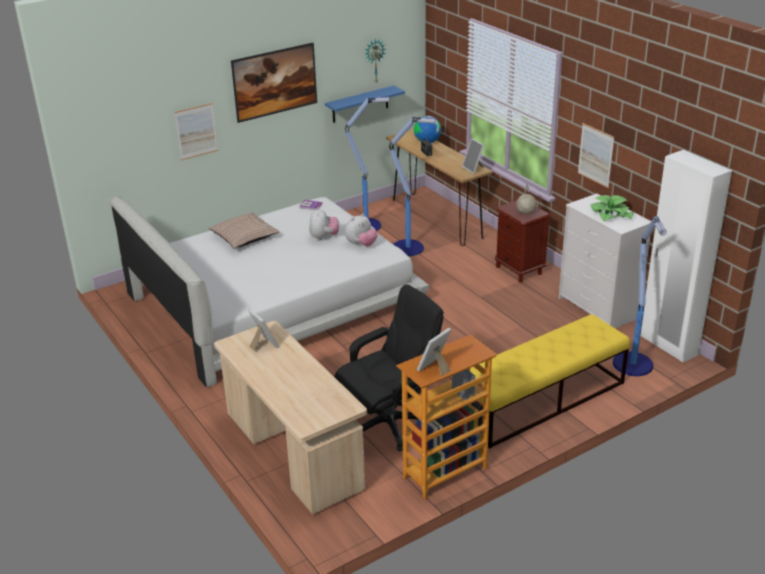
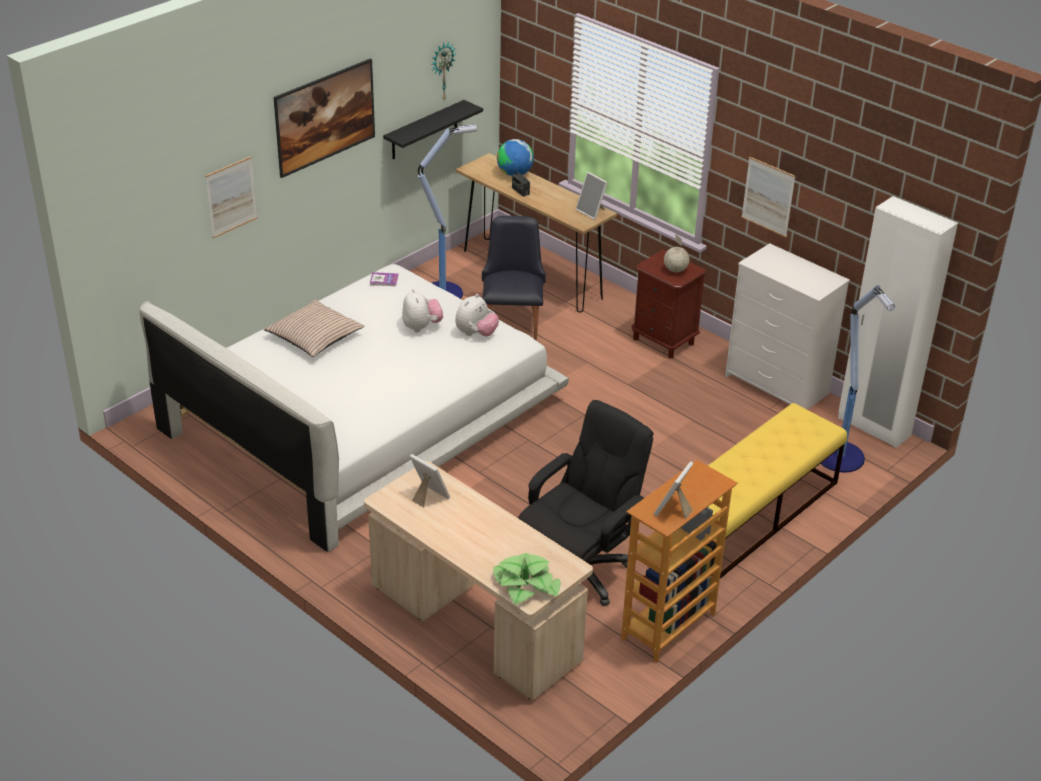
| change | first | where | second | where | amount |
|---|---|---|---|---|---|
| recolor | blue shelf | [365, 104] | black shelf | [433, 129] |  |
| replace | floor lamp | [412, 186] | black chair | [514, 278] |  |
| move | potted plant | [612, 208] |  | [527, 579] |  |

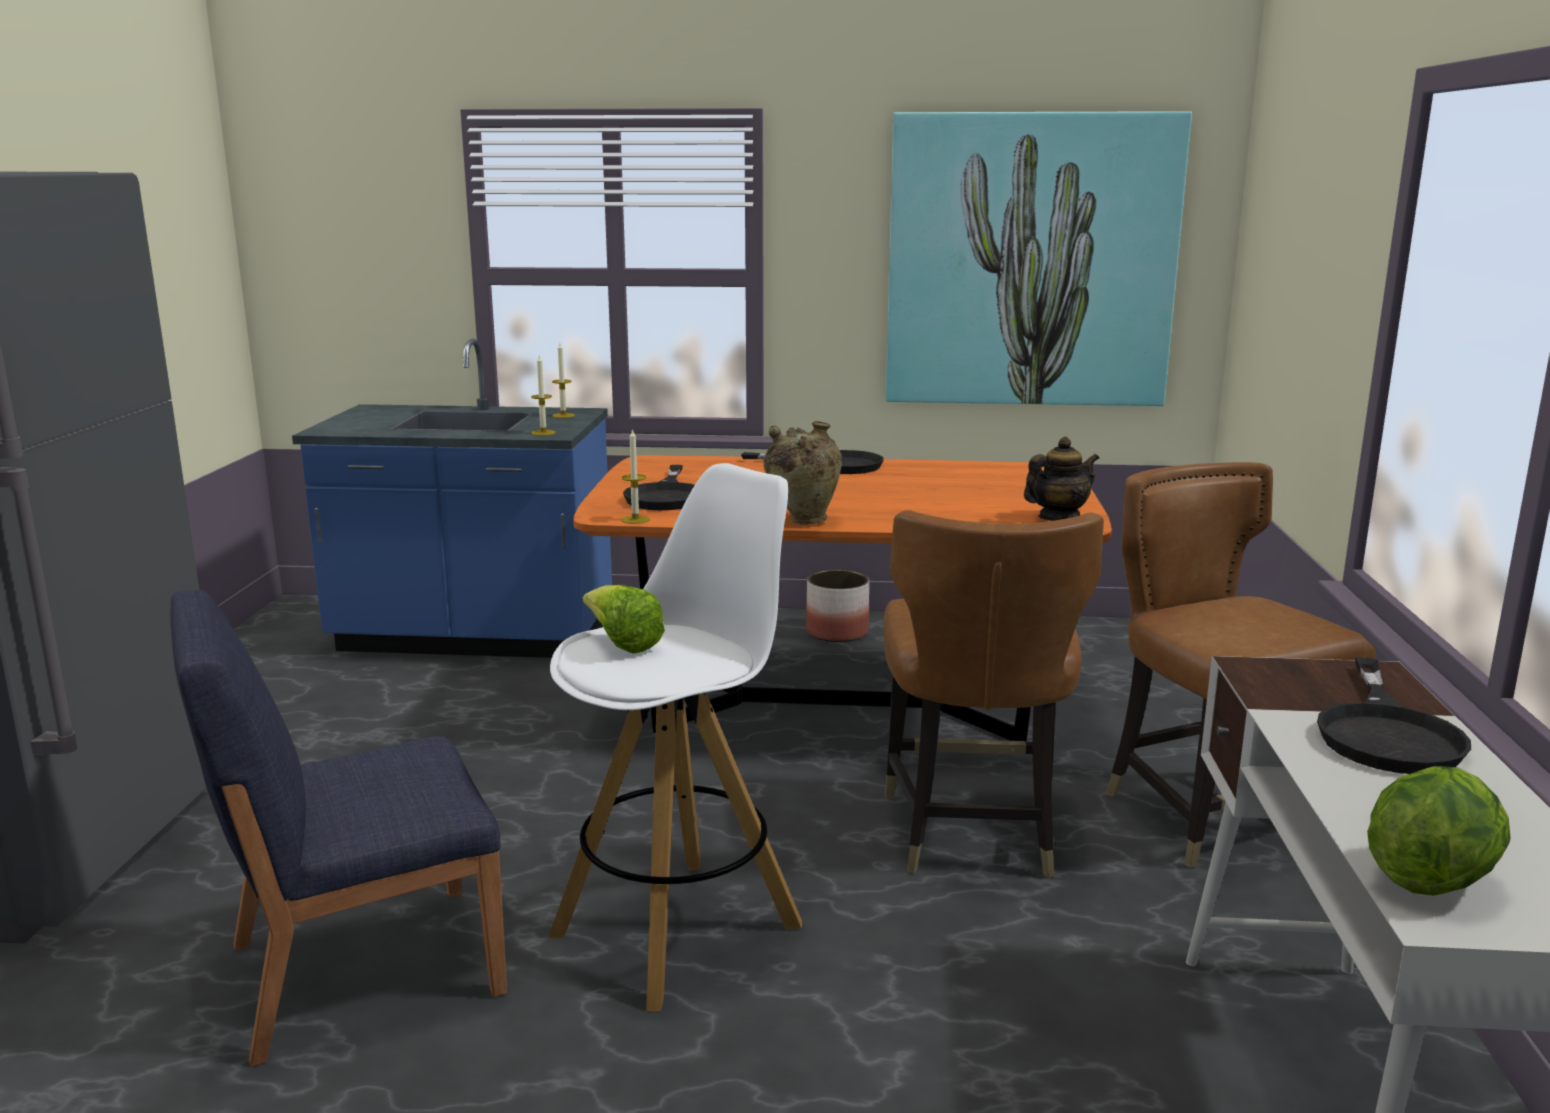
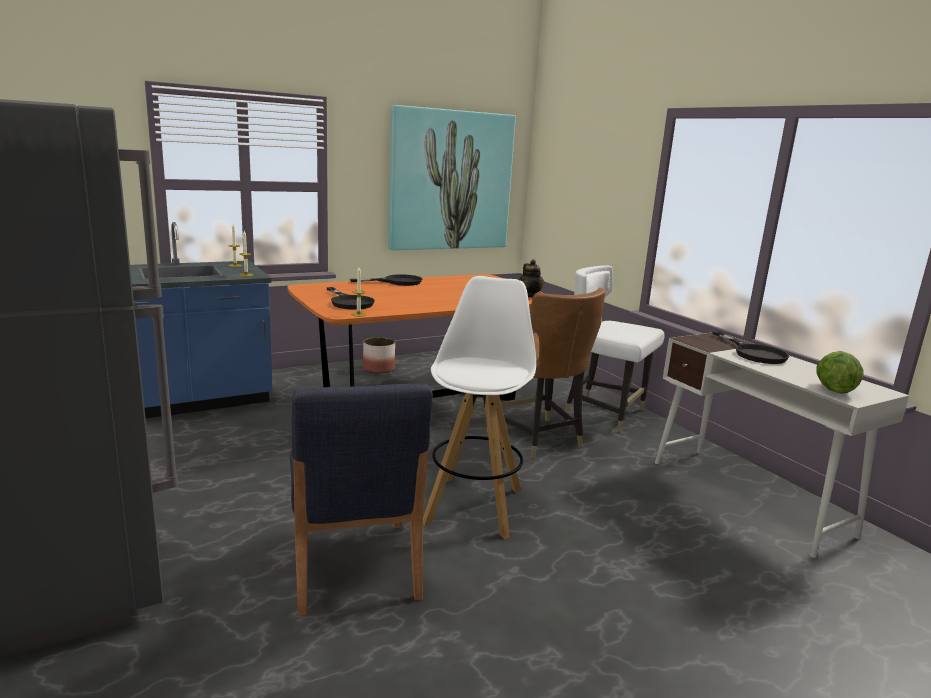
| change | first | where | second | where | amount |
|---|---|---|---|---|---|
| rotate | blue chair | [339, 828] |  | [361, 499] | 45 degrees counterclockwise |
| rotate | teapot | [1061, 479] |  | [531, 278] | 135 degrees clockwise |
| recolor | brown chair | [1240, 665] | white chair | [614, 348] |  |
| delete | lettuce | [624, 619] |  |  |  |
| delete | beige vase | [803, 473] |  |  |  |

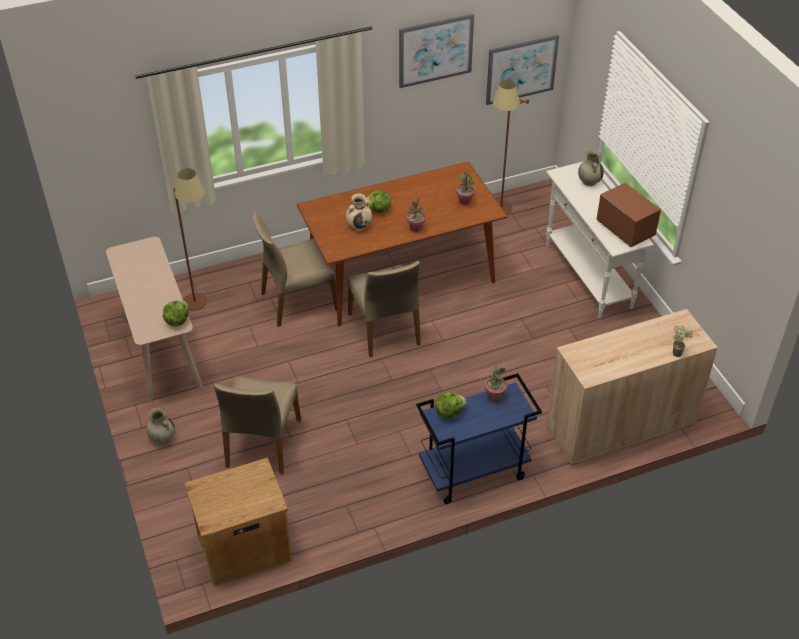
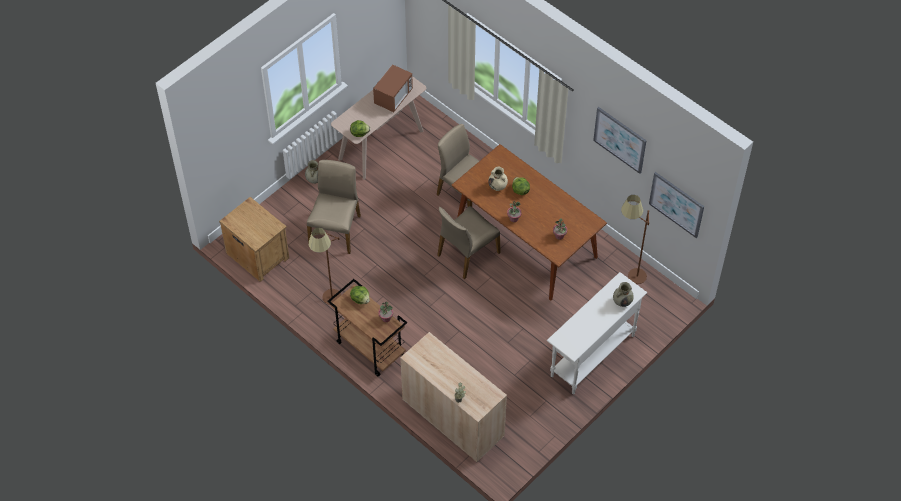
| change | first | where | second | where | amount |
|---|---|---|---|---|---|
| rotate | beige chair | [257, 425] |  | [334, 207] | 120 degrees clockwise |
| move | brown floor lamp | [190, 239] |  | [325, 266] |  |
| recolor | blue cart | [479, 438] | brown cart | [367, 327] |  |
| move | microwave | [628, 215] |  | [393, 88] |  |

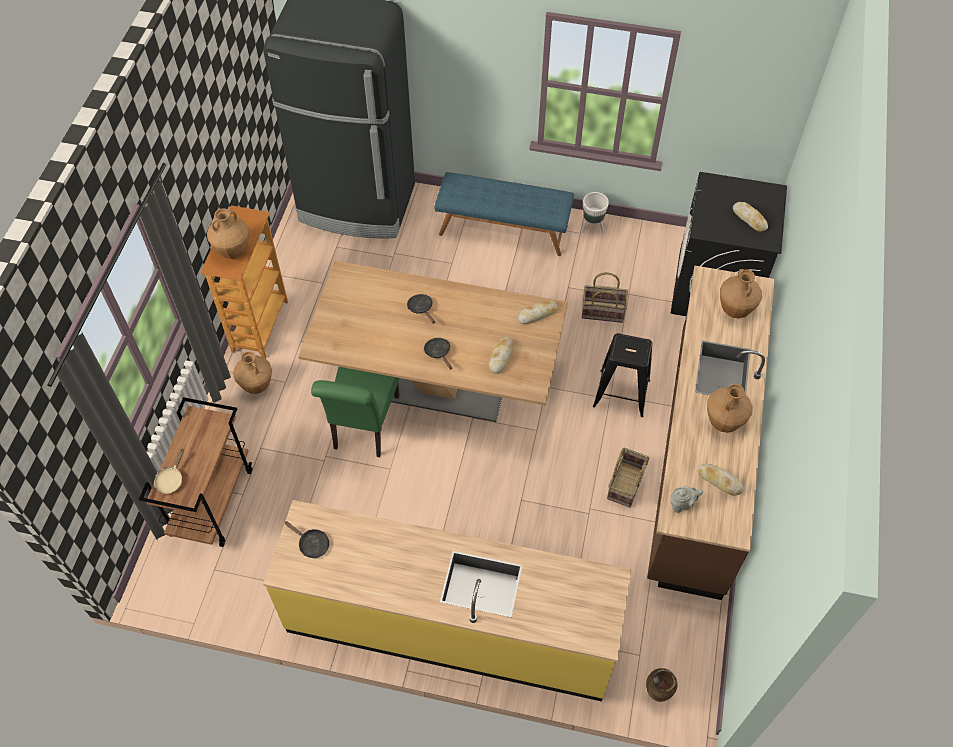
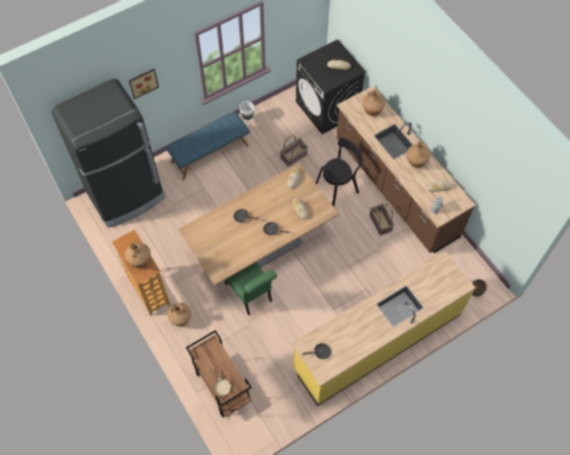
| change | first | where | second | where | amount |
|---|---|---|---|---|---|
| insert |  |  | picture | [144, 84] |  |
| replace | black stool | [622, 375] | black chair | [339, 172] |  |

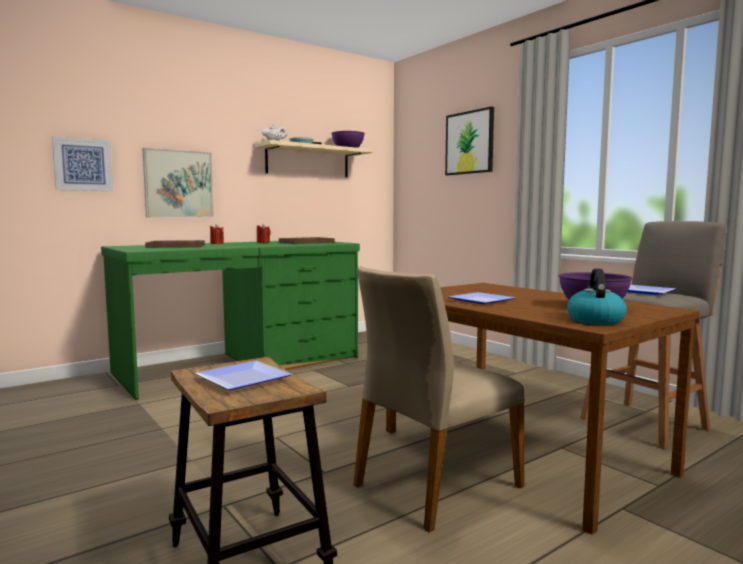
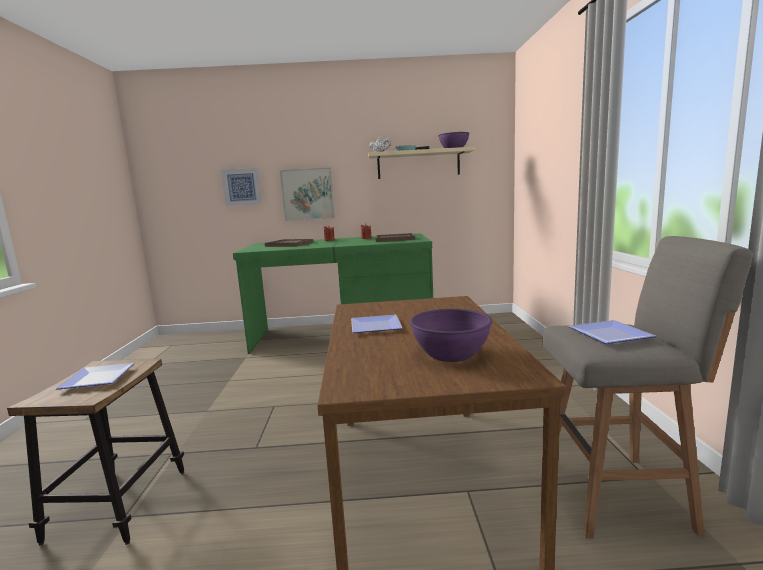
| change | first | where | second | where | amount |
|---|---|---|---|---|---|
| delete | beige chair | [439, 399] |  |  |  |
| delete | picture | [469, 140] |  |  |  |
| delete | kettle | [597, 297] |  |  |  |

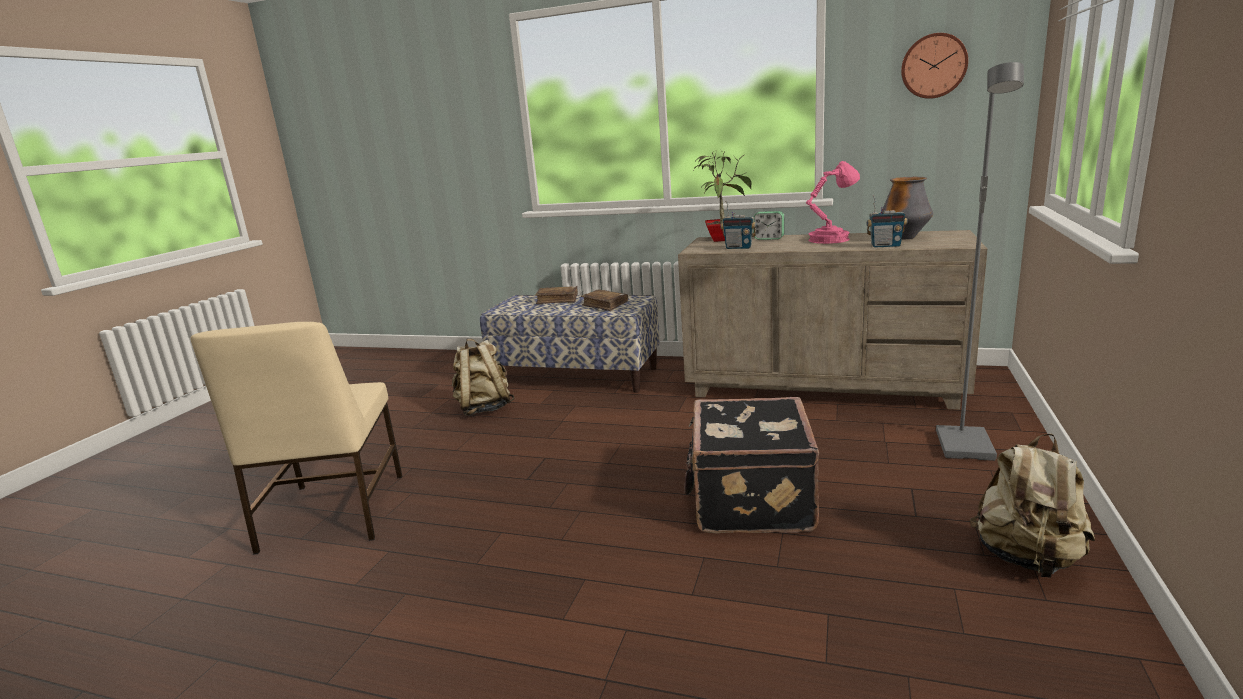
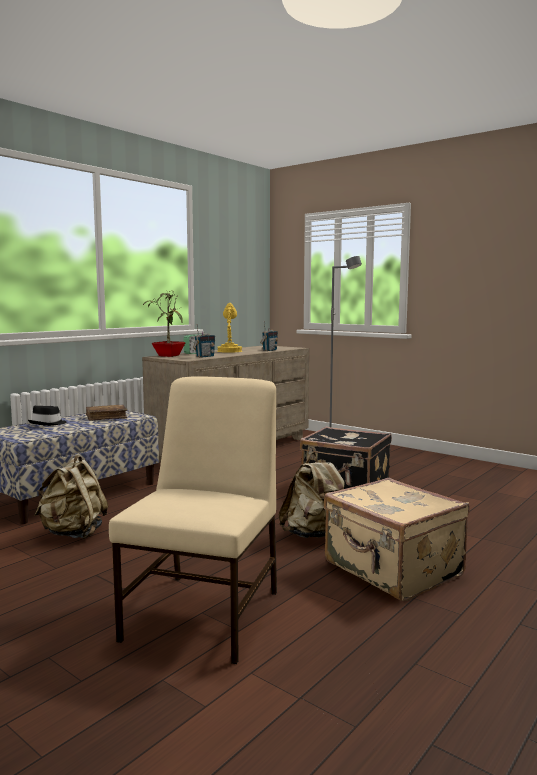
| change | first | where | second | where | amount |
|---|---|---|---|---|---|
| replace | brown book | [556, 295] | black hat | [47, 416] |  |
| rotate | beige chair | [296, 438] |  | [193, 520] | 90 degrees counterclockwise |
| recolor | pink table lamp | [833, 202] | yellow table lamp | [229, 328] |  |
| move | beige backpack | [1032, 505] |  | [312, 495] |  |
| insert |  |  | beige suitcase | [396, 539] |  |
| delete | vase | [906, 208] |  |  |  |
| delete | wall clock | [934, 66] |  |  |  |

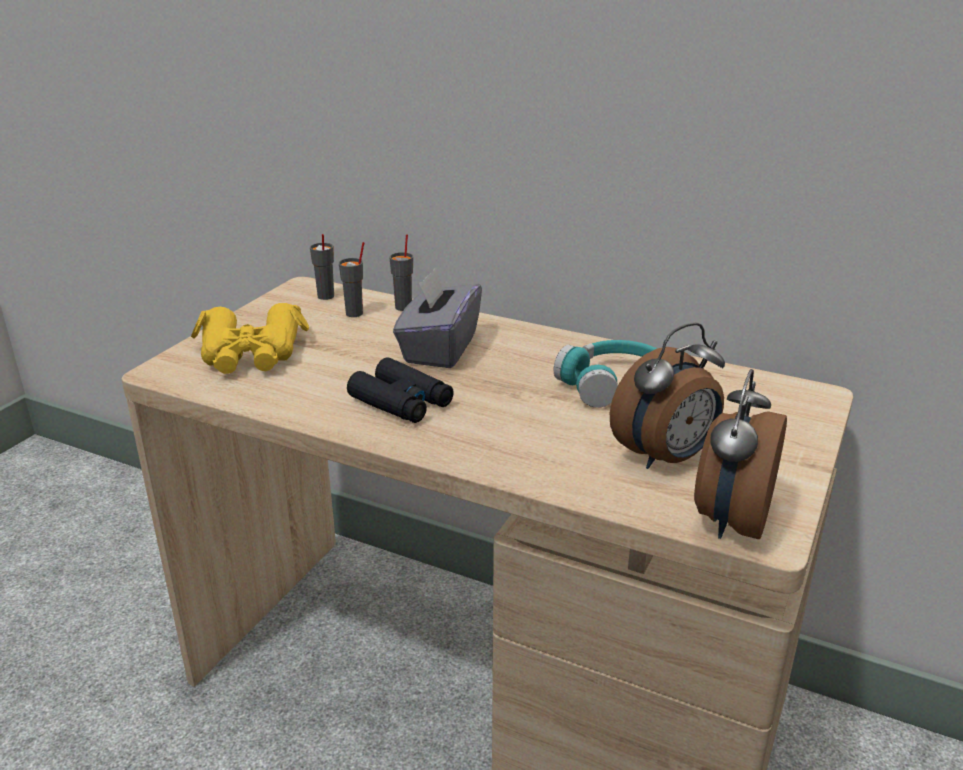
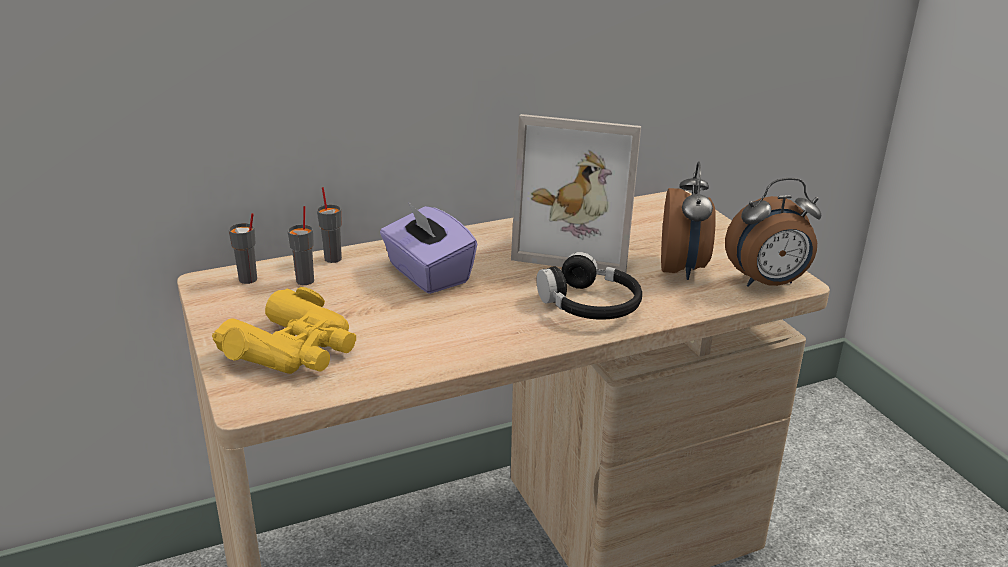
| change | first | where | second | where | amount |
|---|---|---|---|---|---|
| recolor | grey tissue box | [437, 317] | purple tissue box | [428, 248] |  |
| replace | turquoise headphones | [605, 374] | picture frame | [576, 193] |  |
| insert |  |  | black headphones | [589, 286] |  |
| rotate | alarm clock | [740, 454] |  | [773, 232] | 75 degrees counterclockwise |
| delete | black binoculars | [400, 390] |  |  |  |

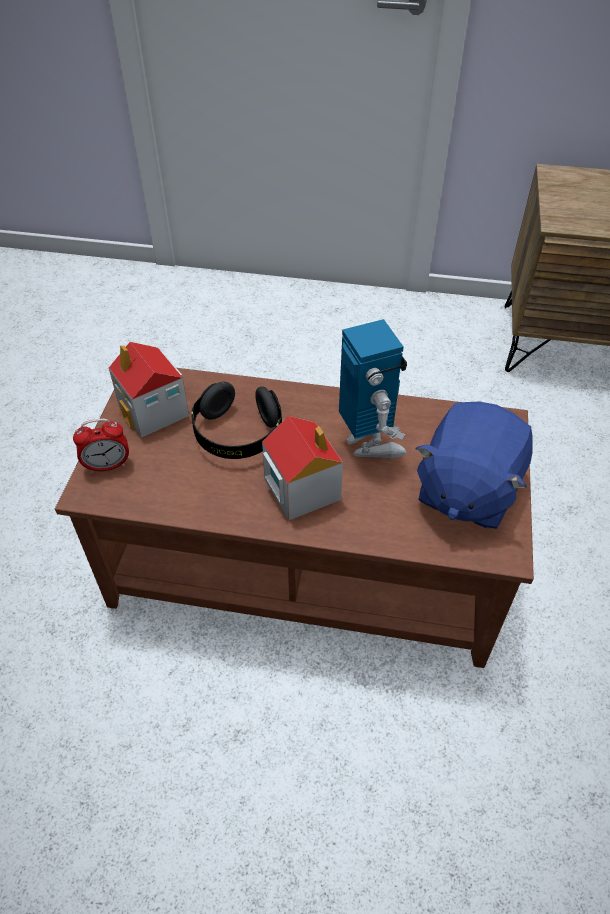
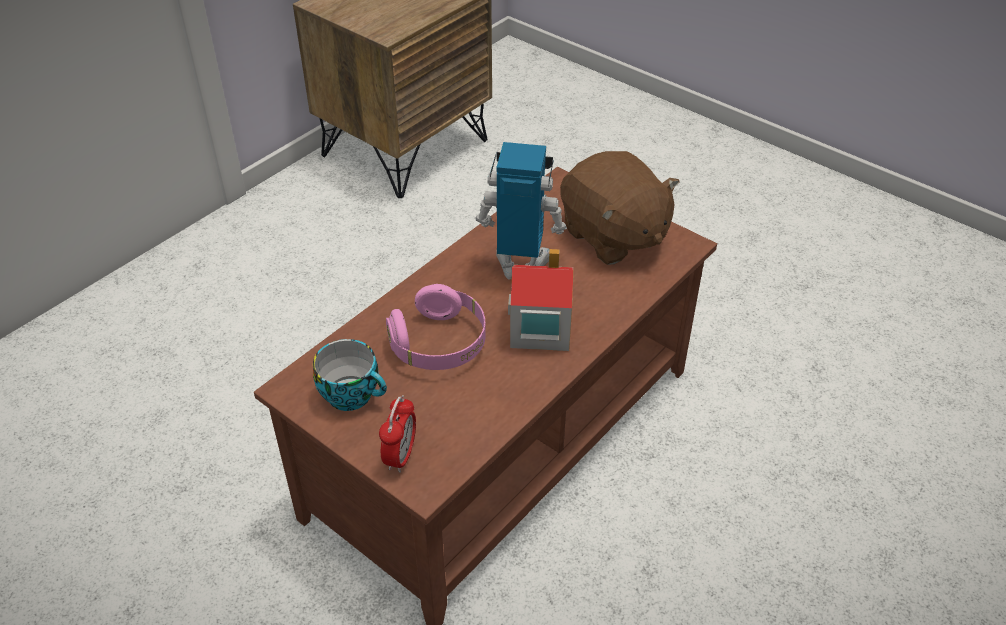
| change | first | where | second | where | amount |
|---|---|---|---|---|---|
| replace | toy house | [149, 390] | cup | [350, 375] |  |
| recolor | black headphones | [236, 420] | pink headphones | [436, 327] |  |
| recolor | blue plush toy | [474, 465] | brown plush toy | [620, 208] |  |

